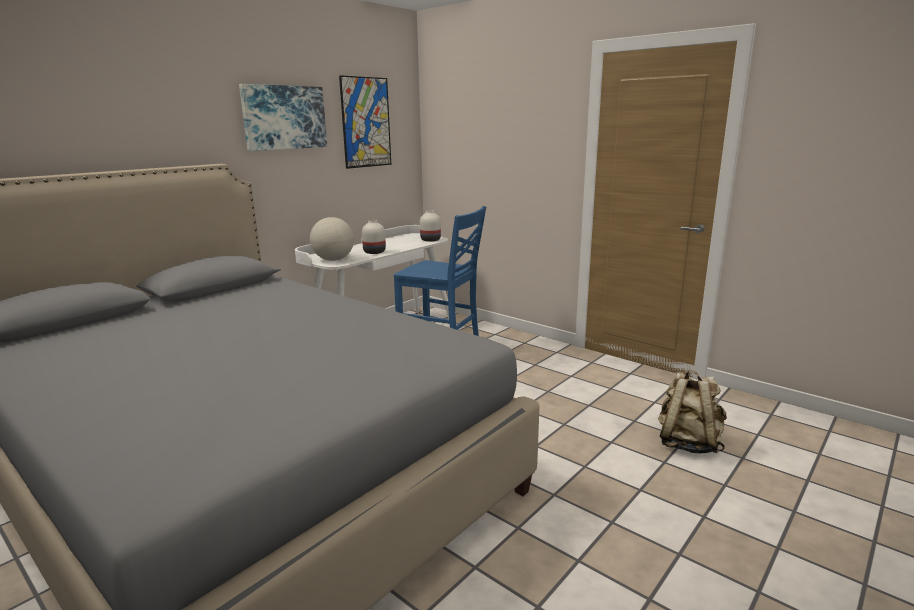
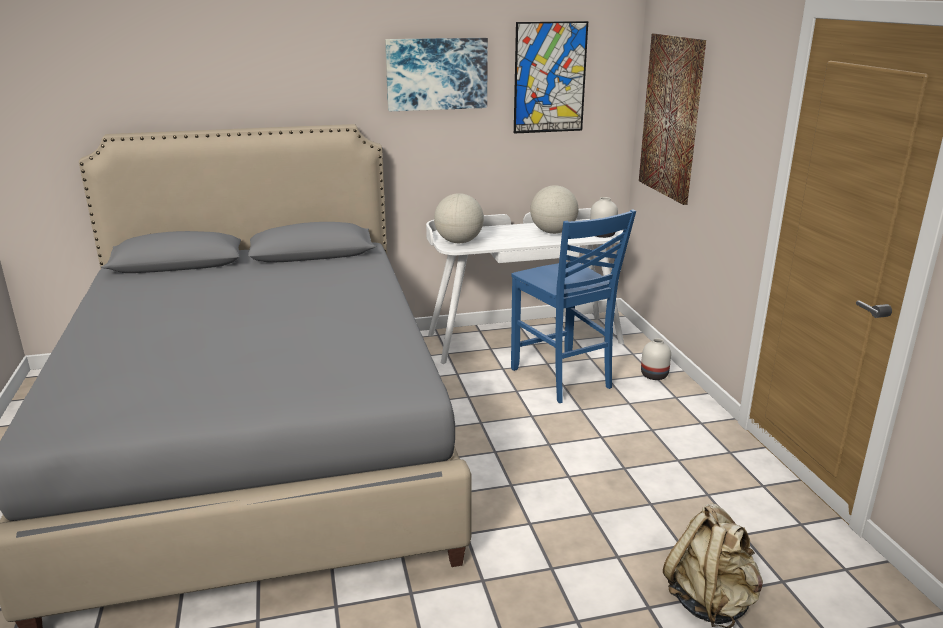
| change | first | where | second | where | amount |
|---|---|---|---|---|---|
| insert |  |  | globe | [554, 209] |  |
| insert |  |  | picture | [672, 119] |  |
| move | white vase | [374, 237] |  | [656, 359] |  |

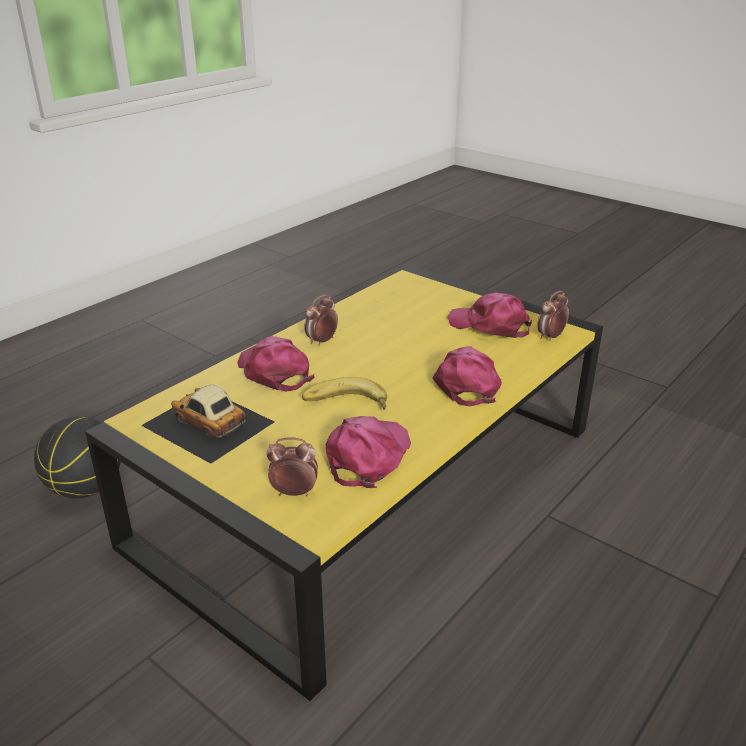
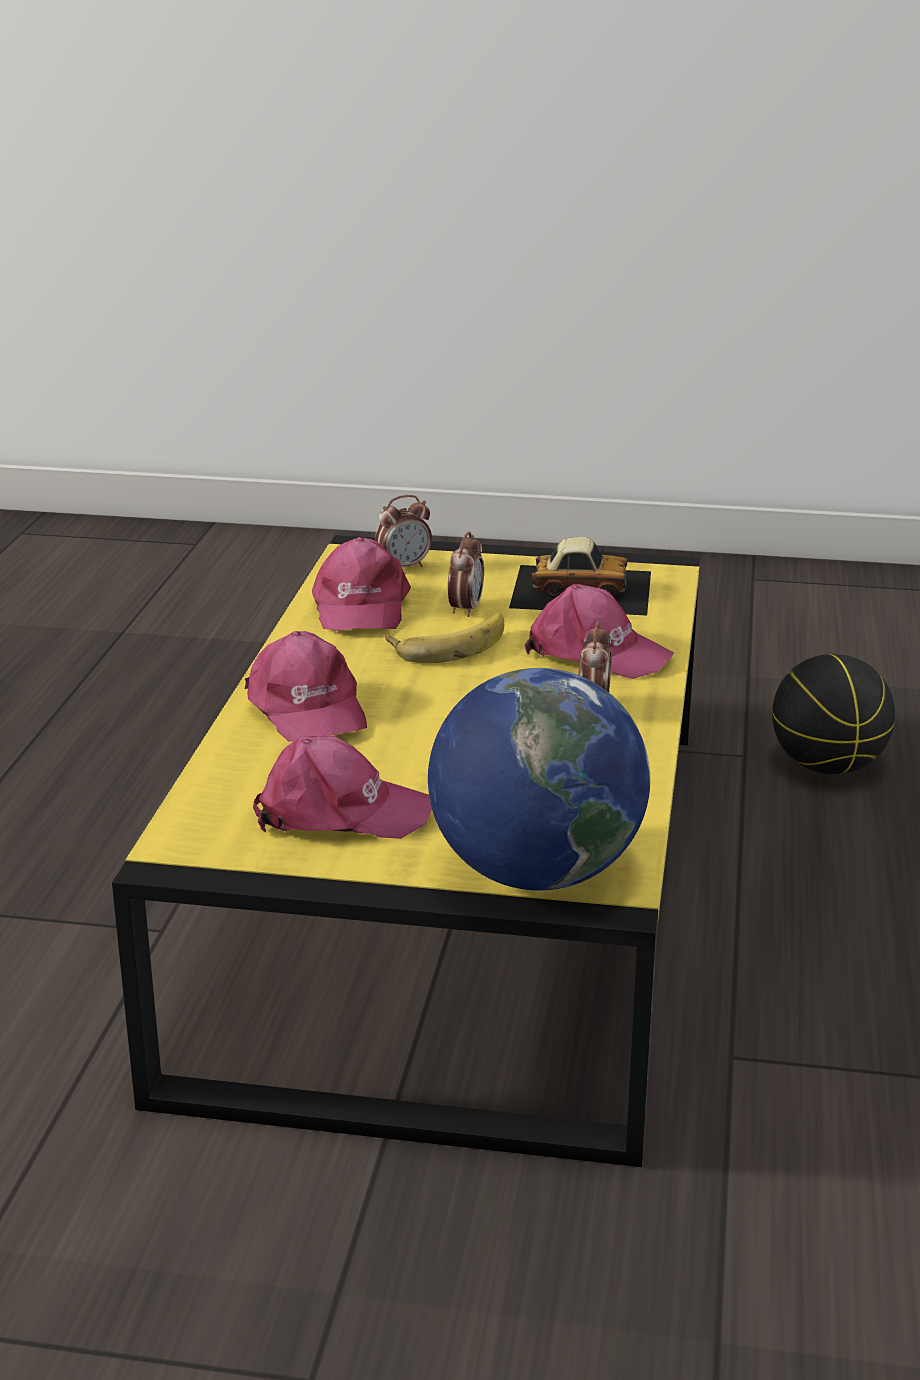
| change | first | where | second | where | amount |
|---|---|---|---|---|---|
| insert |  |  | globe | [539, 779] |  |
| move | alarm clock | [553, 316] |  | [466, 574] |  |

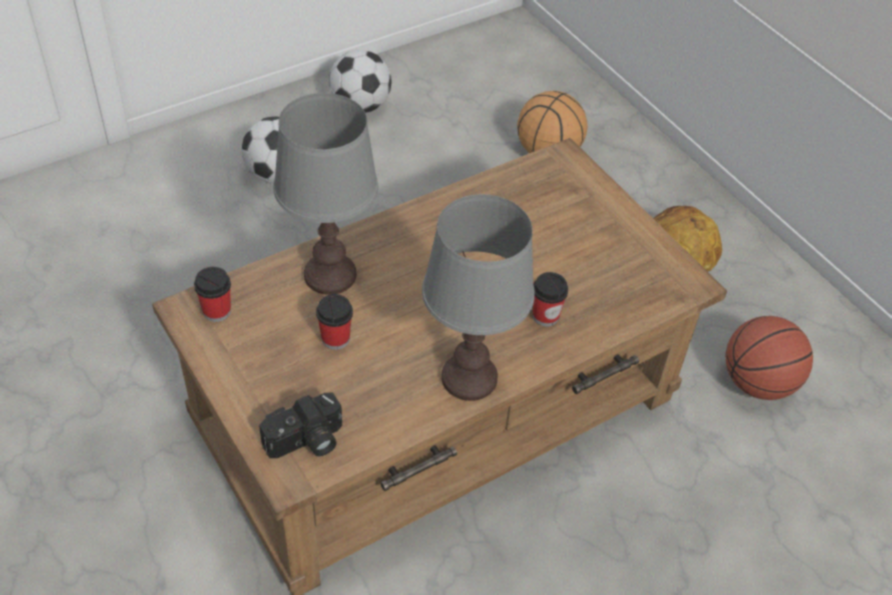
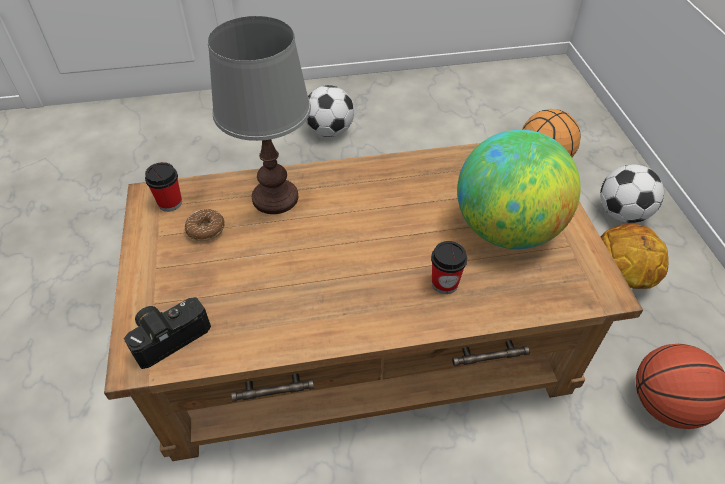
| change | first | where | second | where | amount |
|---|---|---|---|---|---|
| rotate | photo camera | [300, 425] |  | [167, 333] | 150 degrees clockwise |
| insert |  |  | donut | [204, 225] |  |
| insert |  |  | globe | [519, 189] |  |
| move | football | [360, 81] |  | [632, 193] |  |
| delete | cup | [334, 322] |  |  |  |
| delete | grey table lamp | [478, 297] |  |  |  |

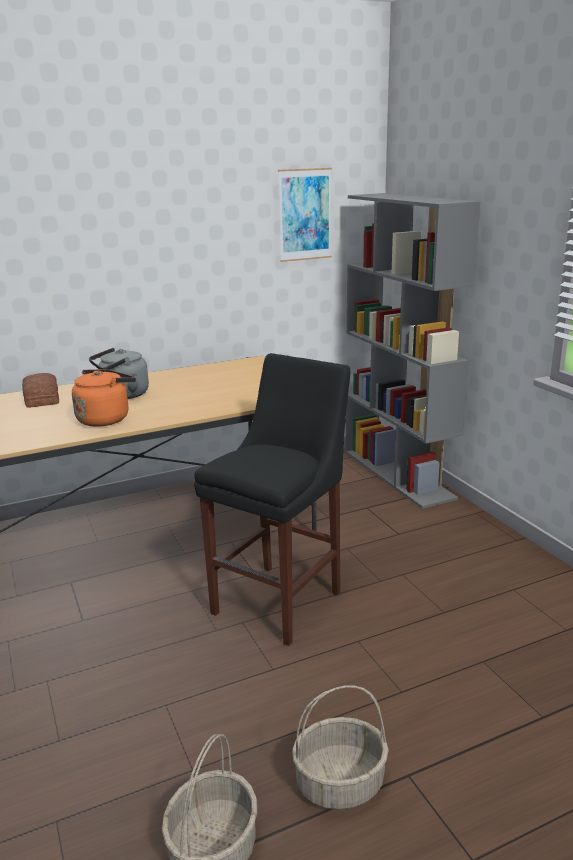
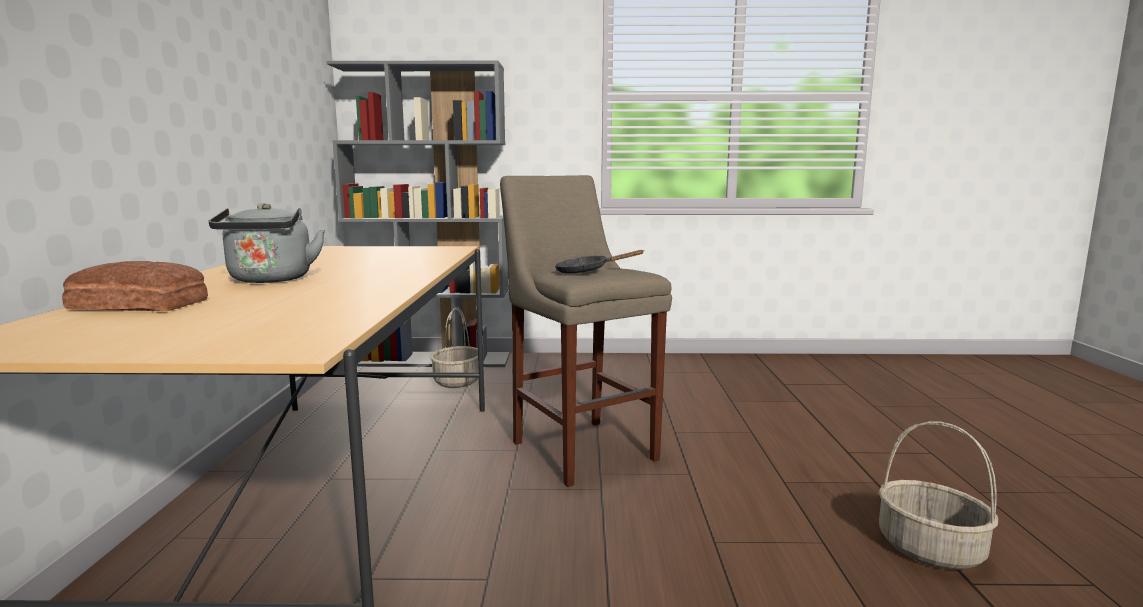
| change | first | where | second | where | amount |
|---|---|---|---|---|---|
| move | basket | [340, 747] |  | [454, 347] |  |
| recolor | black stool | [272, 499] | beige stool | [586, 331] |  |
| insert |  |  | black frying pan | [600, 261] |  |
| delete | orange kettle | [104, 398] |  |  |  |
| delete | picture | [305, 215] |  |  |  |

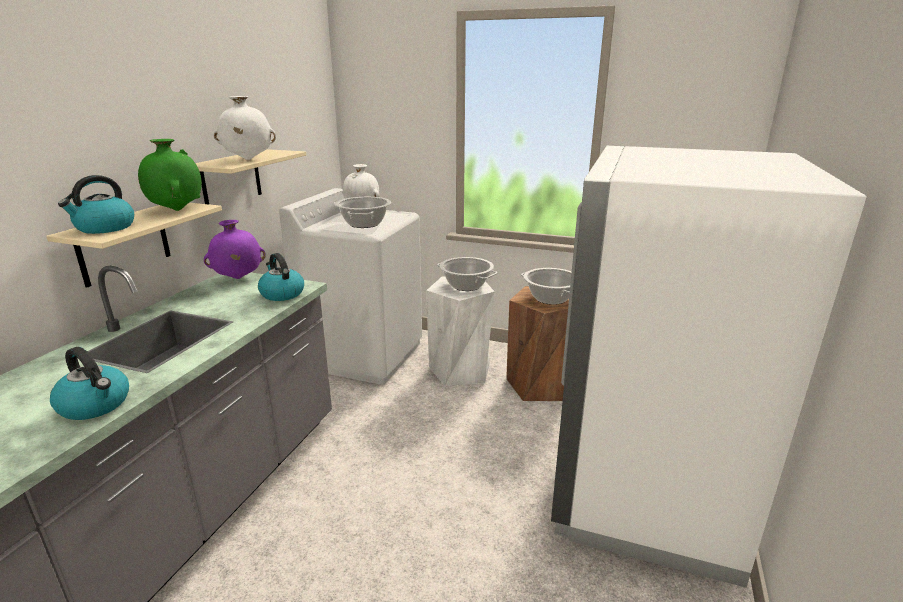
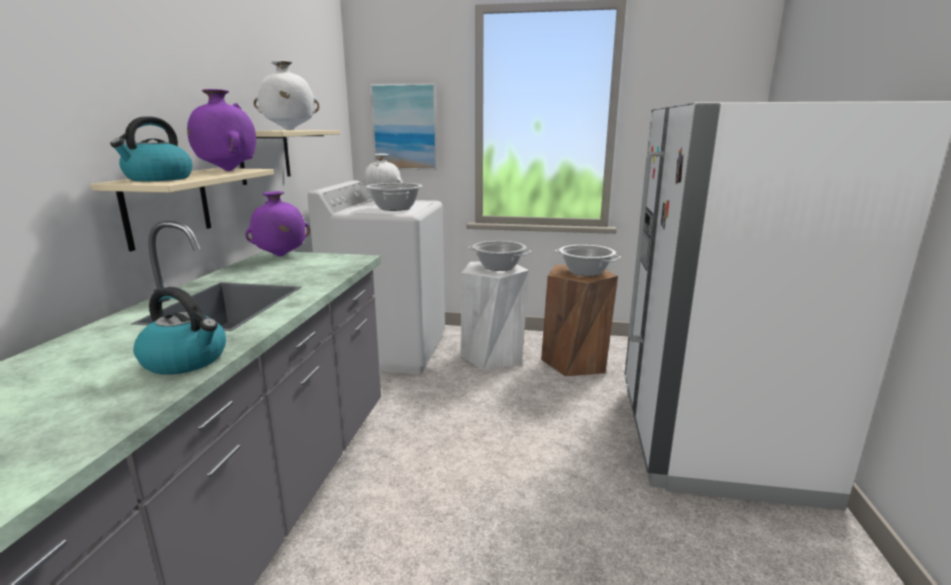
| change | first | where | second | where | amount |
|---|---|---|---|---|---|
| recolor | green vase | [170, 175] | purple vase | [221, 130] |  |
| insert |  |  | picture | [404, 126] |  |
| delete | kettle | [281, 277] |  |  |  |

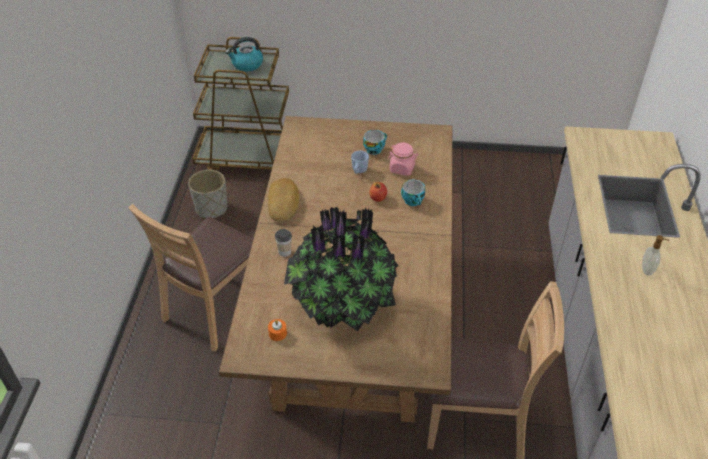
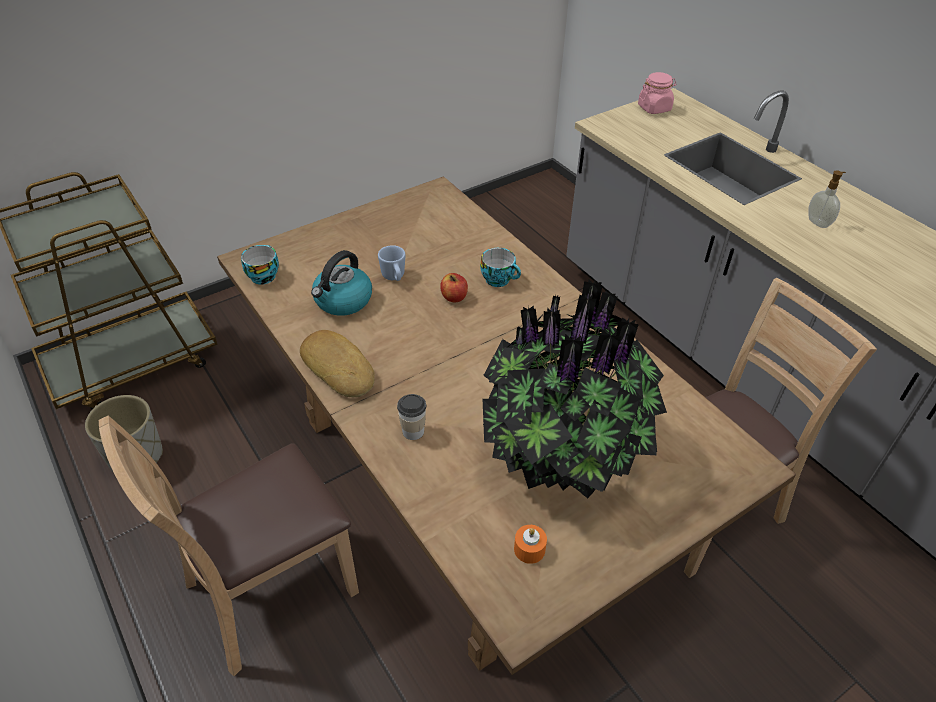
| change | first | where | second | where | amount |
|---|---|---|---|---|---|
| rotate | brown chair | [190, 278] |  | [229, 546] | 60 degrees clockwise |
| move | cup | [375, 142] |  | [260, 265] |  |
| move | kettle | [244, 54] |  | [341, 283] |  |
| move | pink jar | [403, 159] |  | [657, 93] |  |

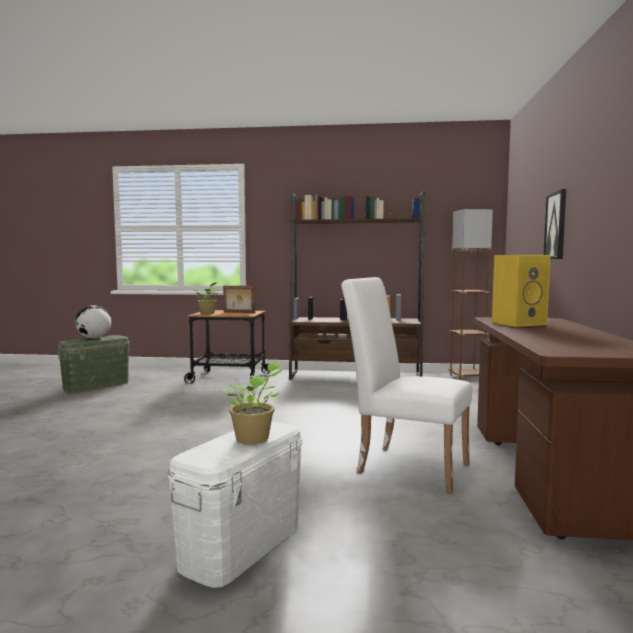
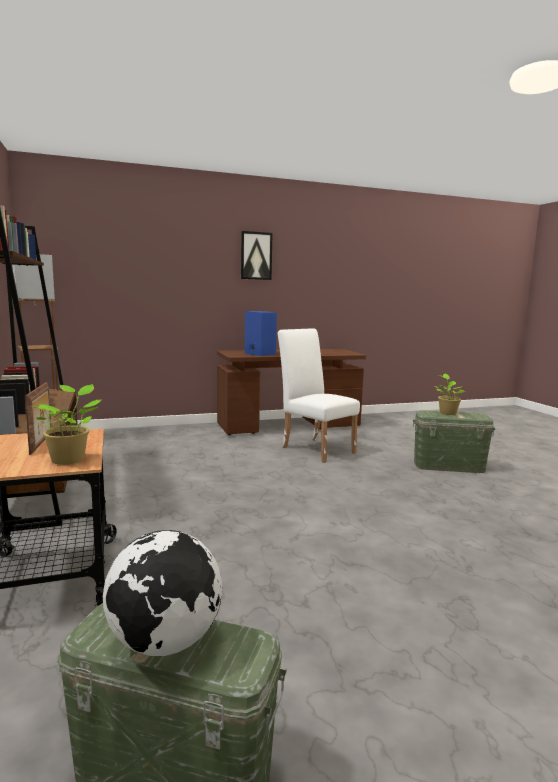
| change | first | where | second | where | amount |
|---|---|---|---|---|---|
| move | picture | [554, 224] |  | [257, 255] |  |
| recolor | yellow speaker | [521, 291] | blue speaker | [261, 333] |  |
| rotate | white chair | [406, 385] |  | [319, 395] | 135 degrees clockwise |
| recolor | white storage box | [235, 504] | green storage box | [454, 441] |  |

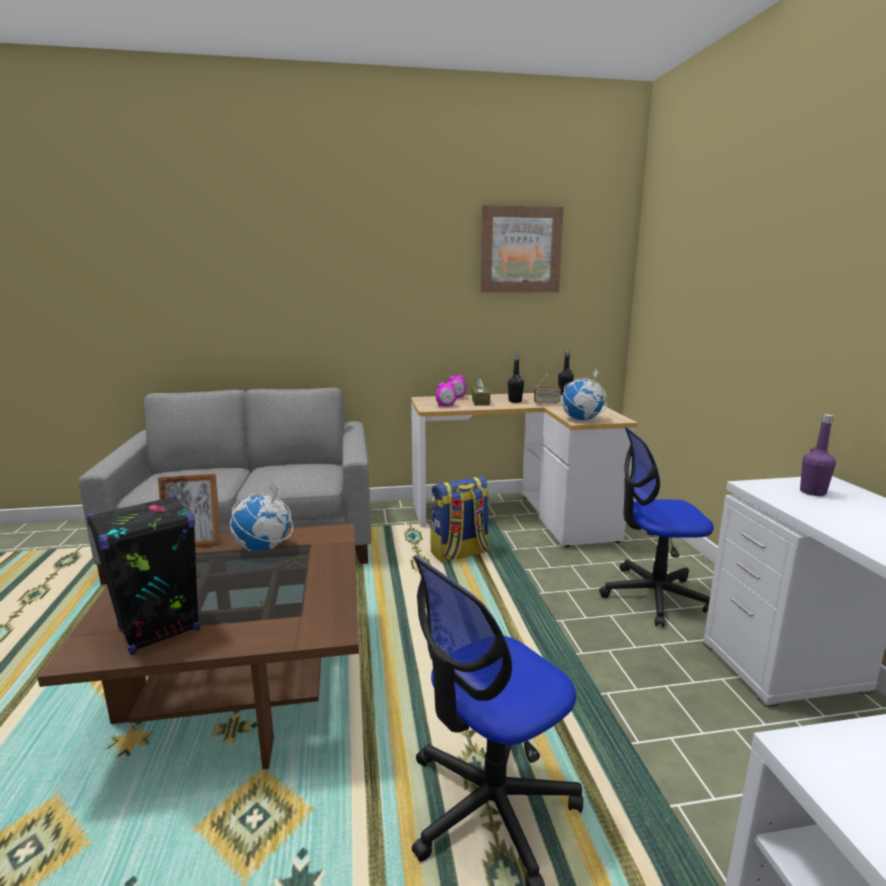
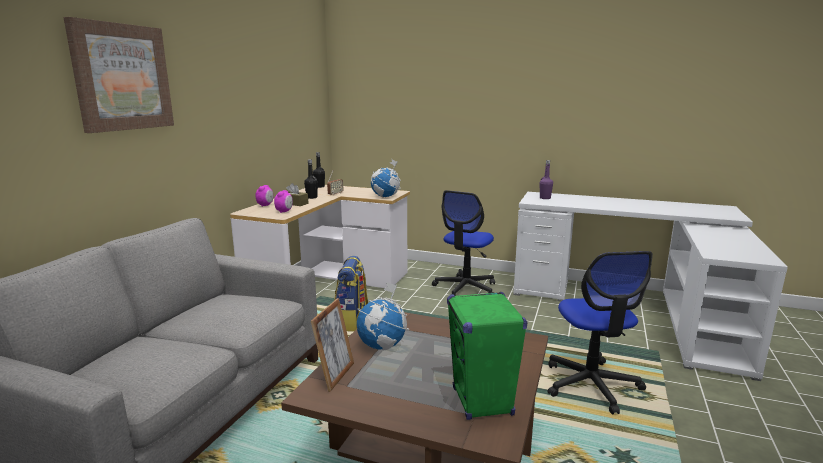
| change | first | where | second | where | amount |
|---|---|---|---|---|---|
| move | picture | [522, 249] |  | [118, 75] |  |
| recolor | black speaker | [143, 575] | green speaker | [487, 355] |  |

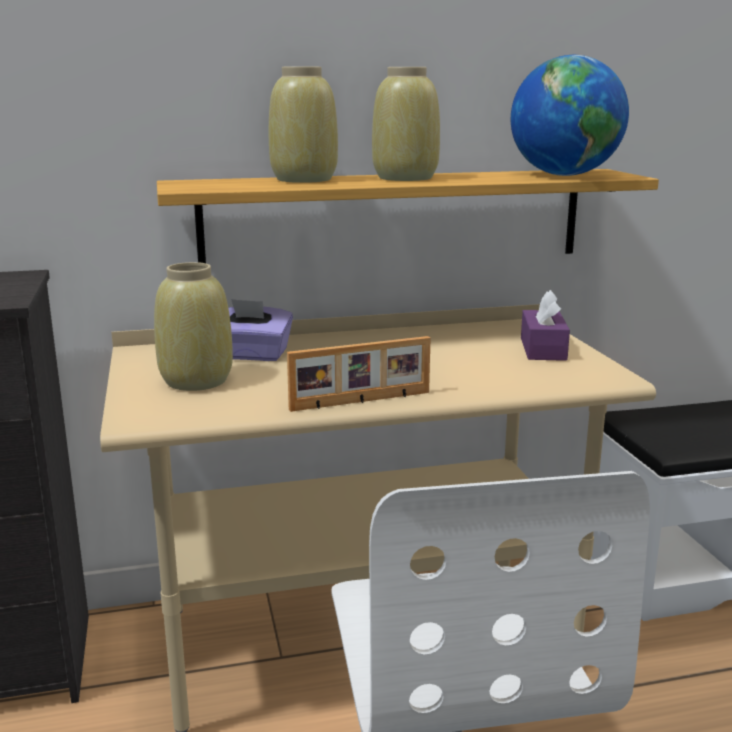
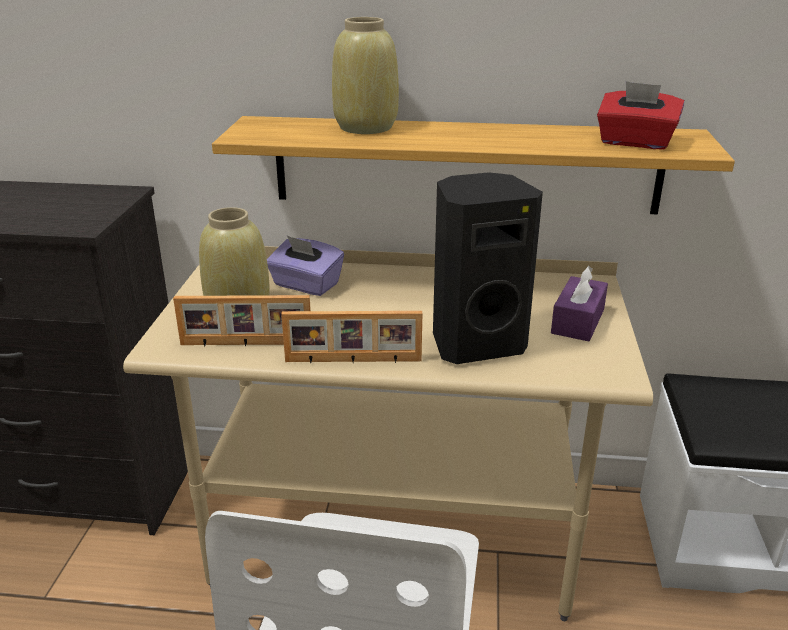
| change | first | where | second | where | amount |
|---|---|---|---|---|---|
| insert |  |  | picture frame | [242, 320] |  |
| insert |  |  | black speaker | [488, 268] |  |
| replace | globe | [570, 115] | red tissue box | [640, 115] |  |
| delete | beige vase | [406, 124] |  |  |  |

